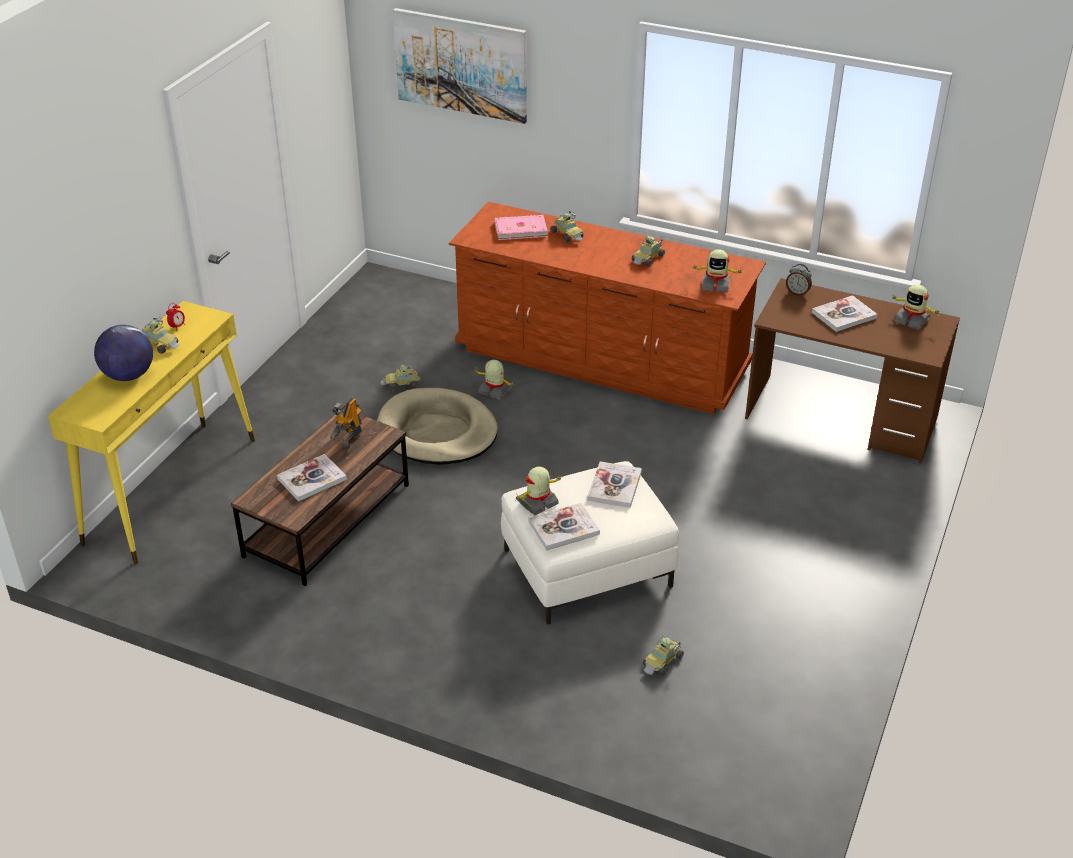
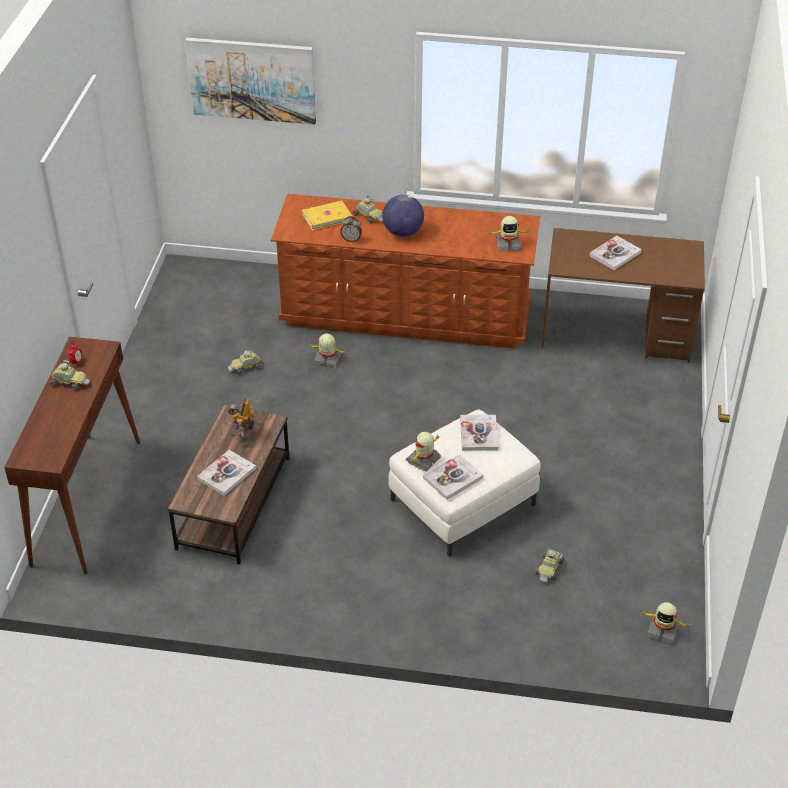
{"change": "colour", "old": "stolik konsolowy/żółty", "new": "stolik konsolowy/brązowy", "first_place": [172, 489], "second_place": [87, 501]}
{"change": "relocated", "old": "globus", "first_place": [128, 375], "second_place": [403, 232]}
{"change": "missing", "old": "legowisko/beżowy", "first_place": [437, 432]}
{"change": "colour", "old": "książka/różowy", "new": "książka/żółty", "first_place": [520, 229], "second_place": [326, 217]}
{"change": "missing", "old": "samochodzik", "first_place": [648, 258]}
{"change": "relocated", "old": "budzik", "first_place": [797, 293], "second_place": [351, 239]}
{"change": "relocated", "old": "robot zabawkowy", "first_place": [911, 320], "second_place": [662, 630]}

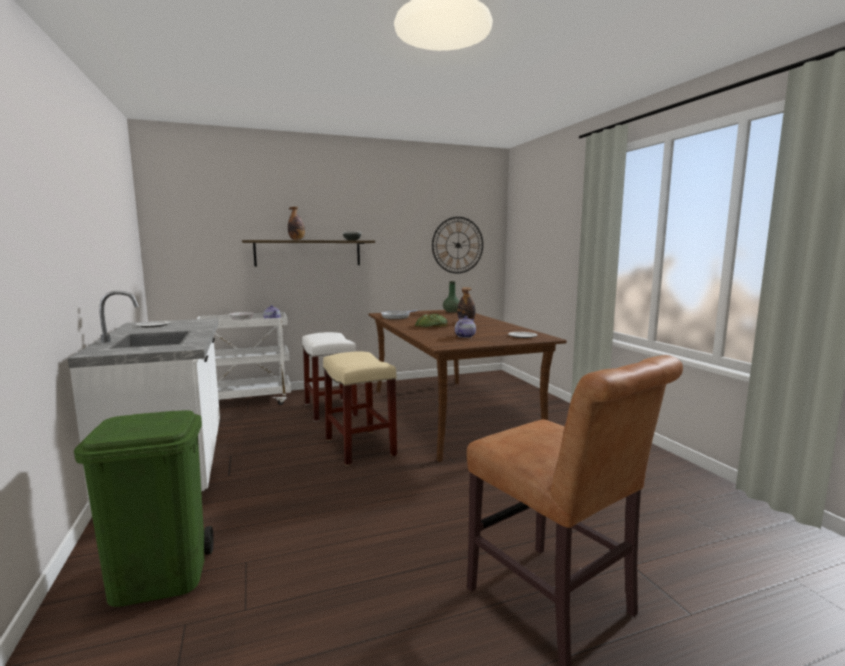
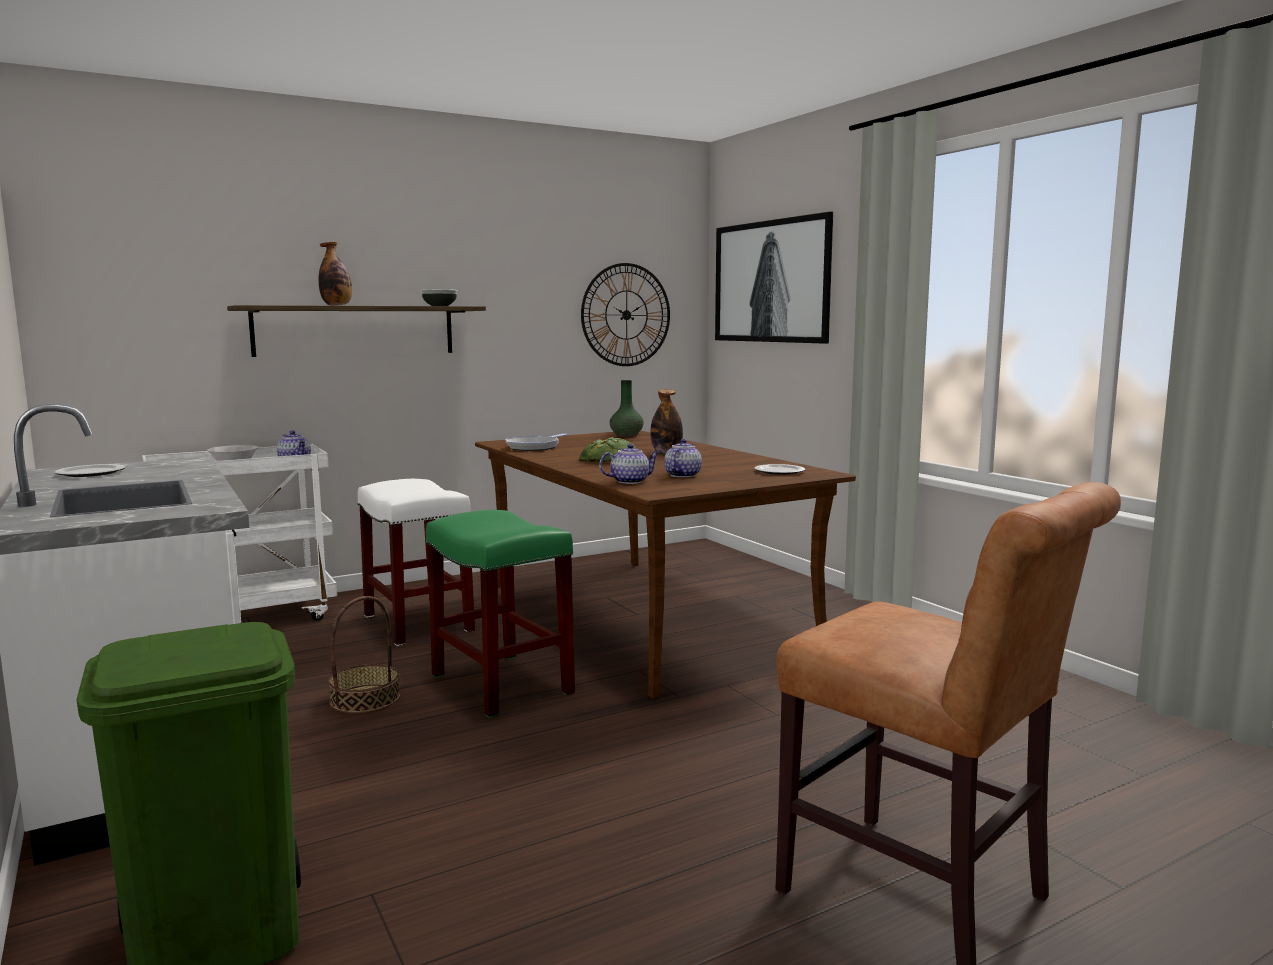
{"change": "colour", "old": "stołek/beżowy", "new": "stołek/zielony", "first_place": [359, 447], "second_place": [500, 684]}
{"change": "appeared", "new": "koszyk", "second_place": [365, 699]}
{"change": "appeared", "new": "imbryk", "second_place": [630, 481]}
{"change": "appeared", "new": "obraz", "second_place": [772, 281]}

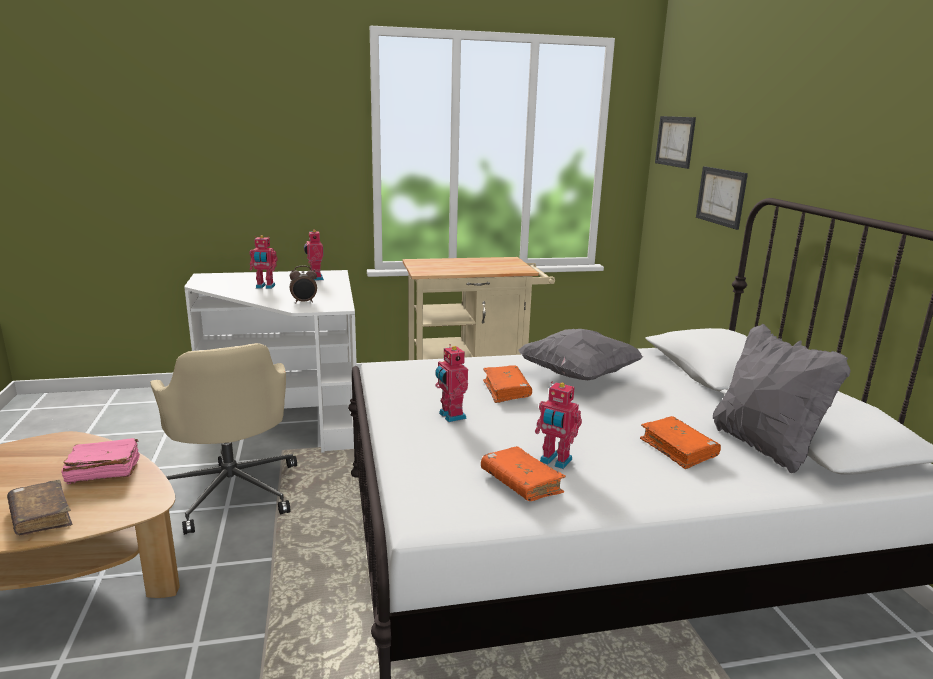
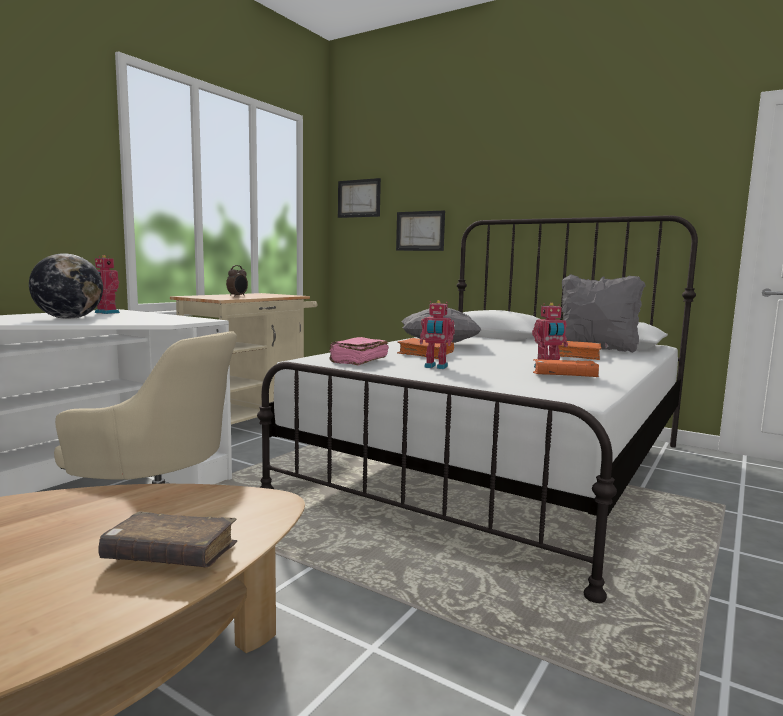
{"change": "relocated", "old": "książka/różowy", "first_place": [103, 472], "second_place": [358, 361]}
{"change": "exchanged", "old": "robot zabawkowy", "new": "globus", "first_place": [265, 287], "second_place": [68, 318]}
{"change": "relocated", "old": "budzik", "first_place": [304, 302], "second_place": [238, 296]}

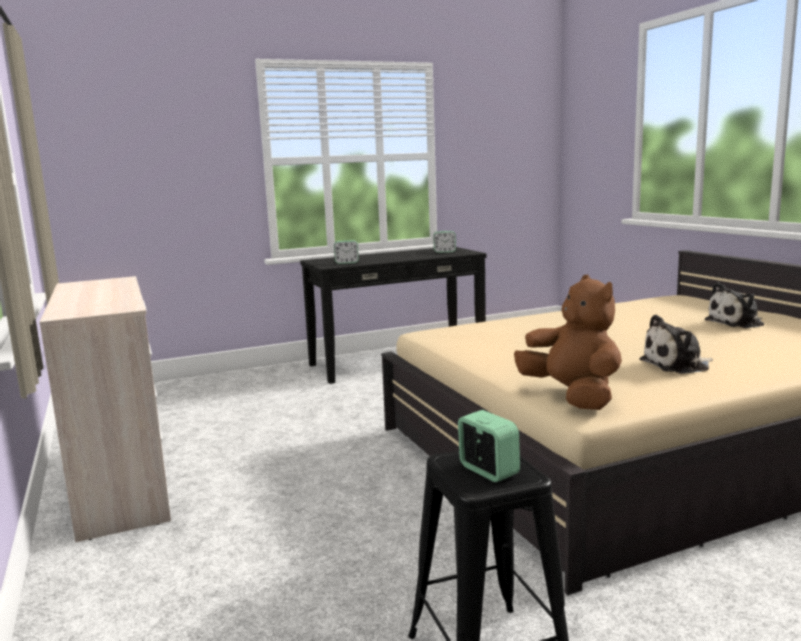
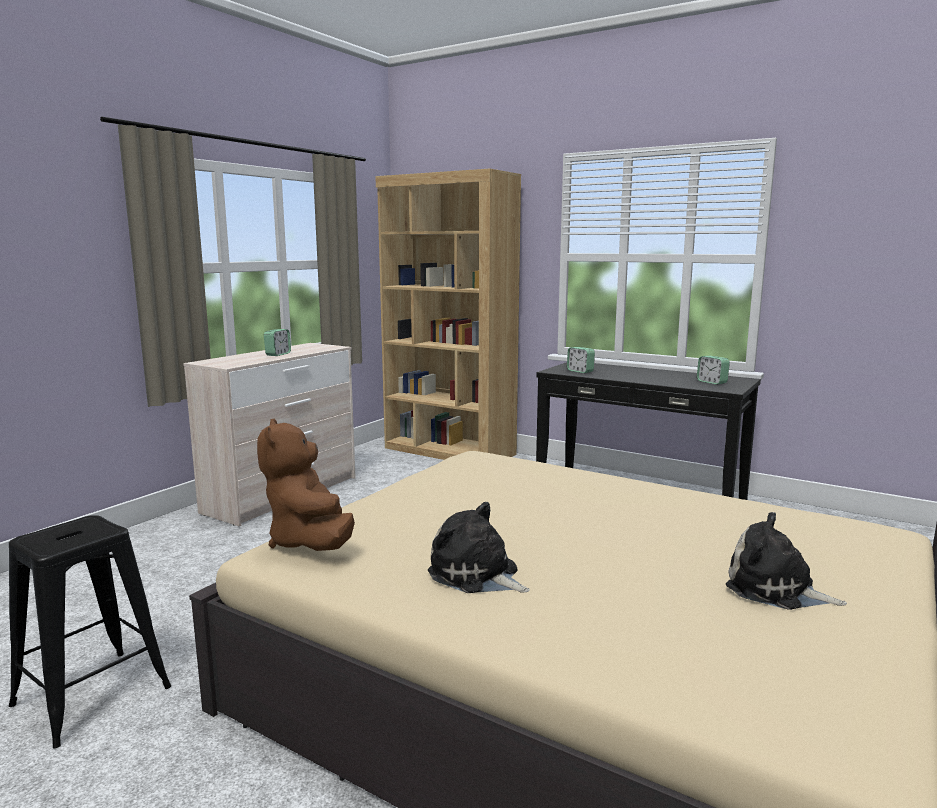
{"change": "relocated", "old": "budzik", "first_place": [488, 471], "second_place": [278, 354]}
{"change": "spun", "old": "pluszak/brązowy", "first_place": [572, 396], "second_place": [310, 542], "degrees": 135}
{"change": "appeared", "new": "regał/brązowy", "second_place": [449, 451]}

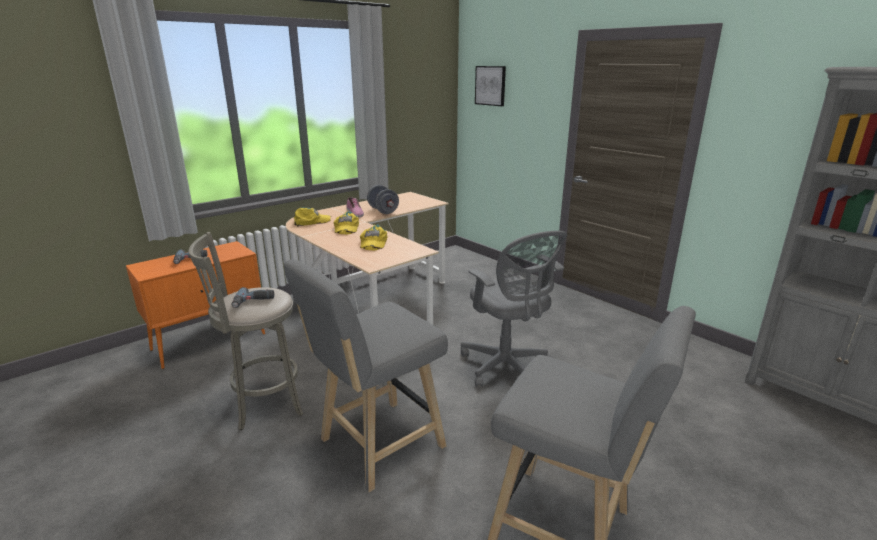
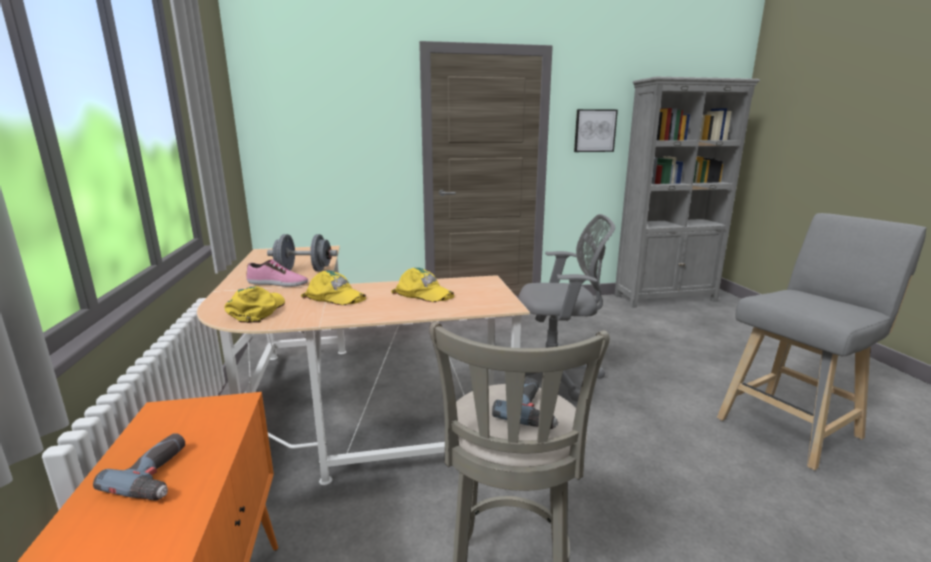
{"change": "missing", "old": "stołek/szary", "first_place": [376, 446]}
{"change": "relocated", "old": "obraz", "first_place": [490, 85], "second_place": [594, 130]}

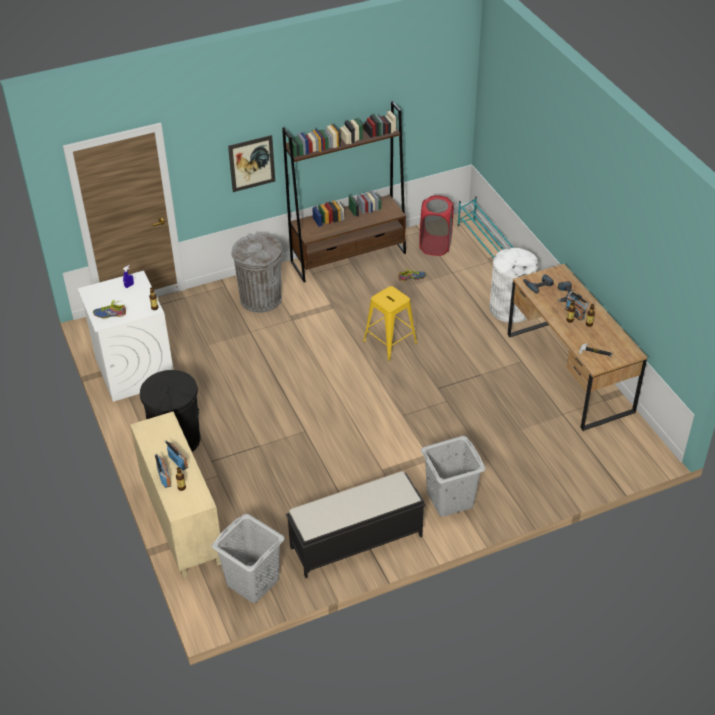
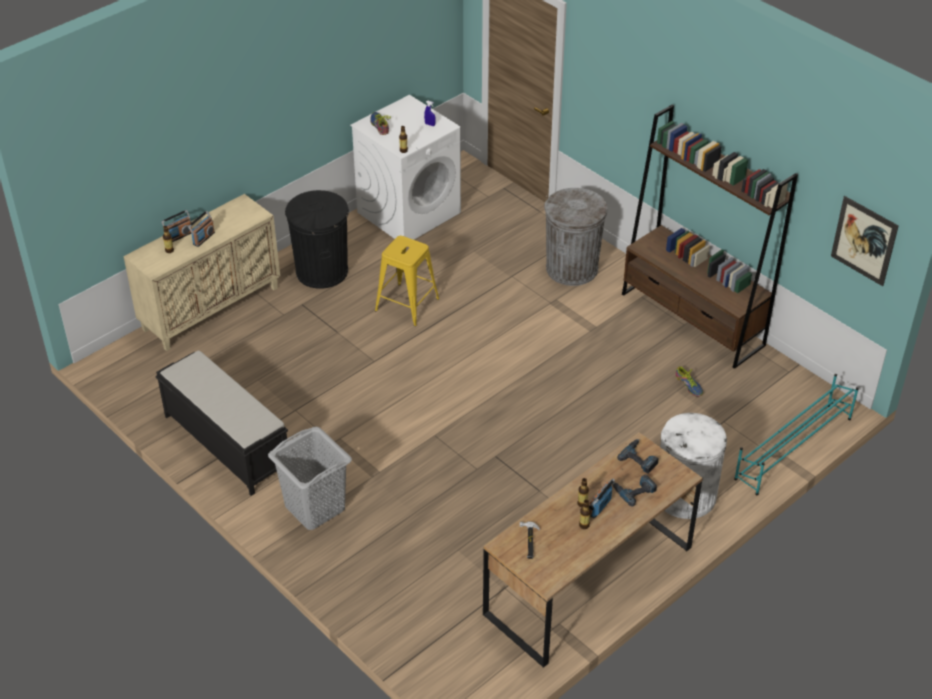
{"change": "missing", "old": "kosz na pranie/szary", "first_place": [252, 582]}
{"change": "relocated", "old": "obraz", "first_place": [252, 163], "second_place": [864, 241]}
{"change": "relocated", "old": "stołek/żółty", "first_place": [390, 342], "second_place": [407, 305]}
{"change": "missing", "old": "kosz na pranie/czerwony", "first_place": [435, 246]}

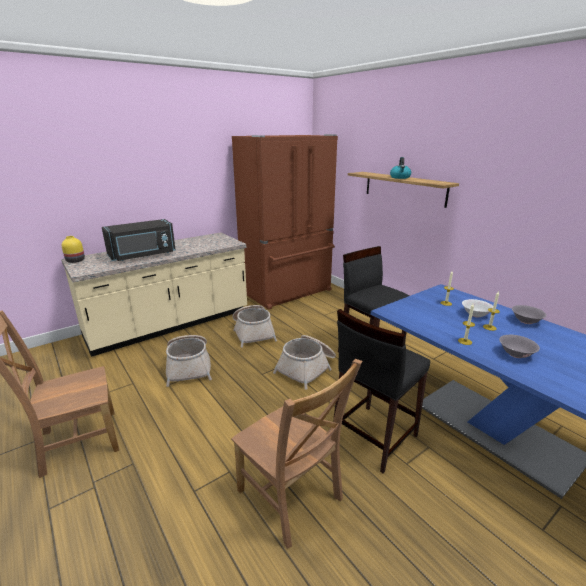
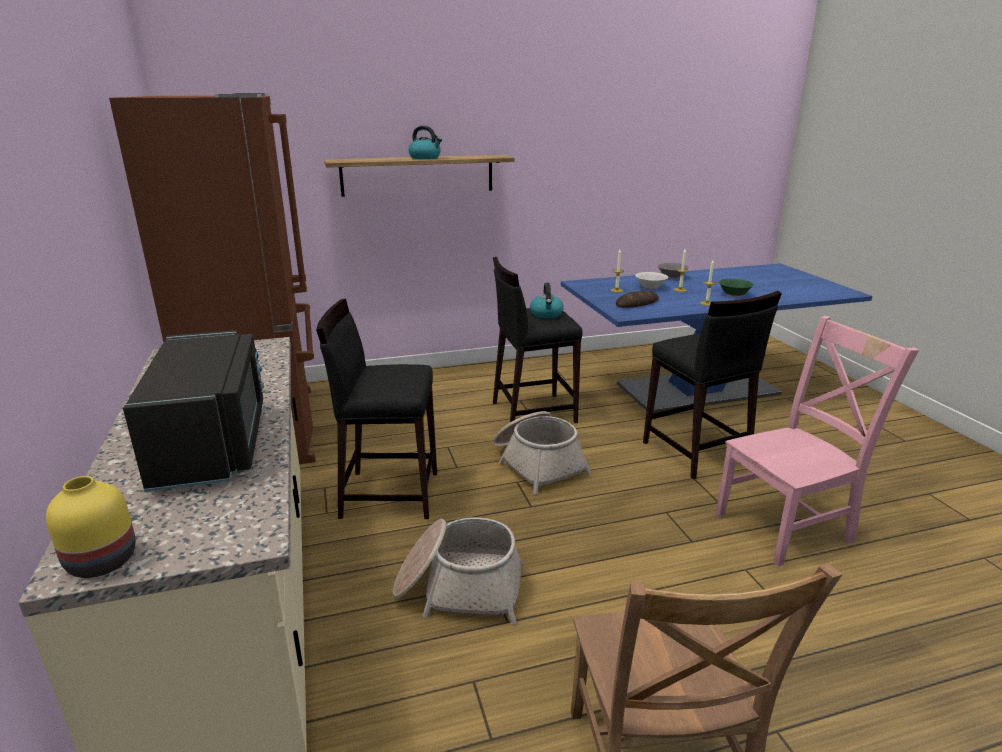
{"change": "colour", "old": "krzesło/brązowy", "new": "krzesło/różowy", "first_place": [291, 498], "second_place": [787, 526]}
{"change": "exchanged", "old": "koszyk", "new": "stołek/czarny", "first_place": [253, 332], "second_place": [389, 493]}
{"change": "colour", "old": "miska/szary", "new": "miska/zielony", "first_place": [516, 354], "second_place": [734, 295]}
{"change": "appeared", "new": "czajnik", "second_place": [546, 314]}
{"change": "appeared", "new": "chleb", "second_place": [637, 303]}

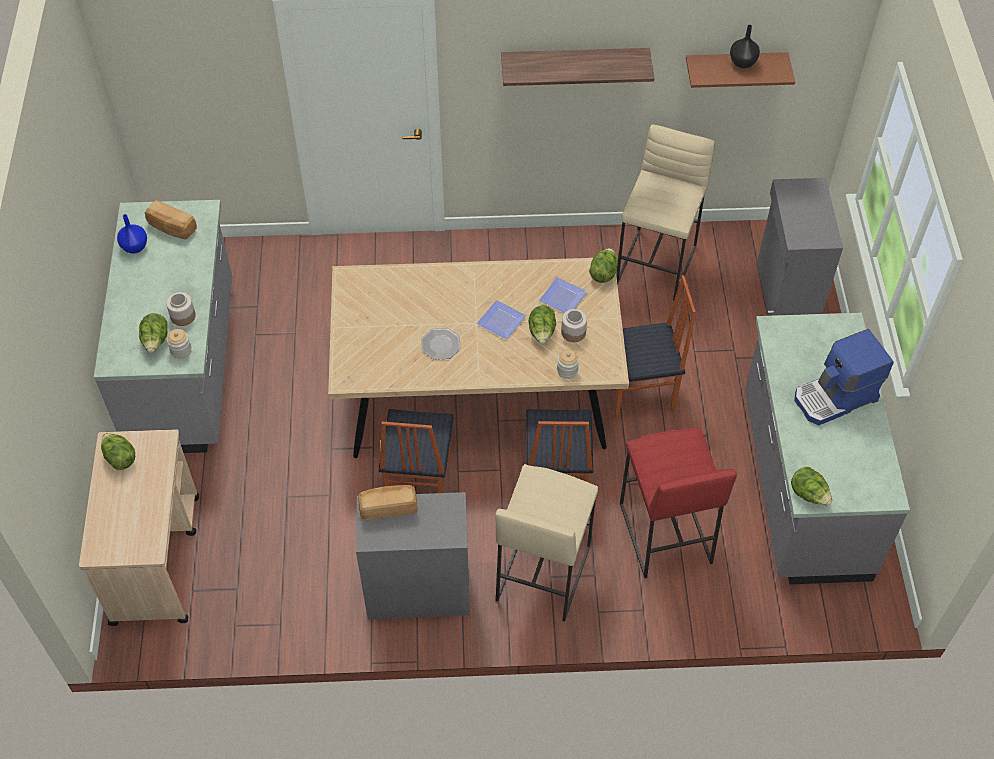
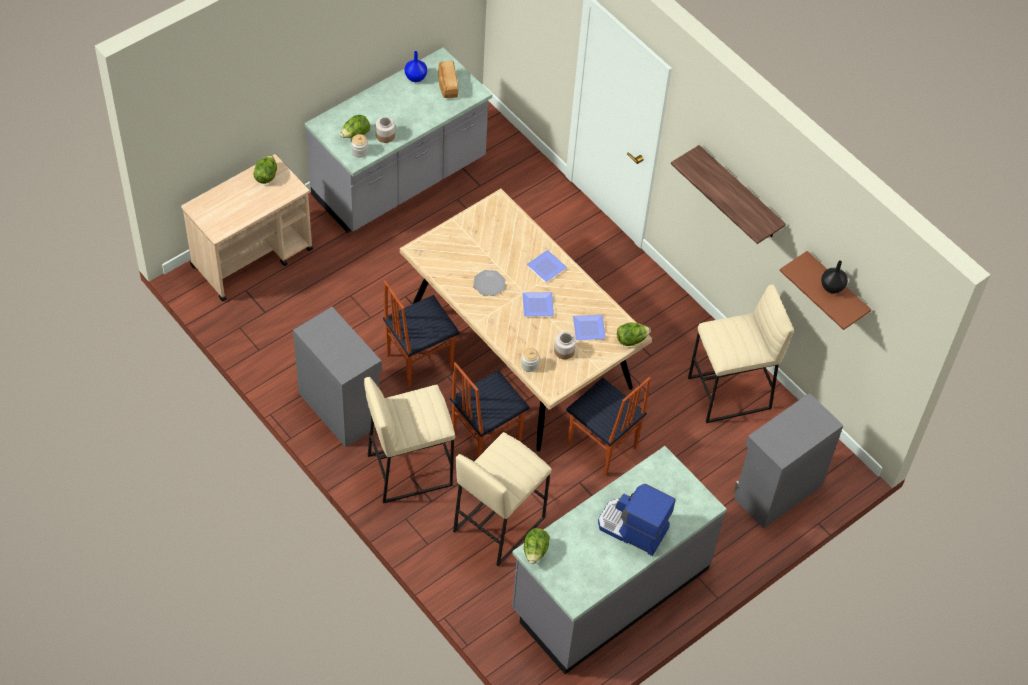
{"change": "missing", "old": "chleb", "first_place": [388, 507]}
{"change": "missing", "old": "sałata", "first_place": [542, 332]}
{"change": "colour", "old": "stołek/czerwony", "new": "stołek/beżowy", "first_place": [664, 533], "second_place": [498, 524]}
{"change": "appeared", "new": "talerz", "second_place": [545, 267]}

